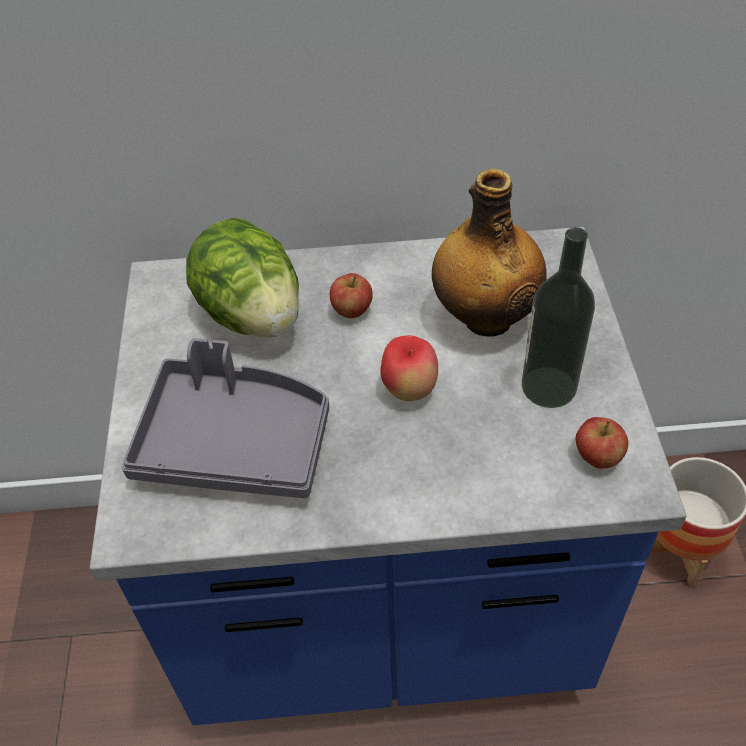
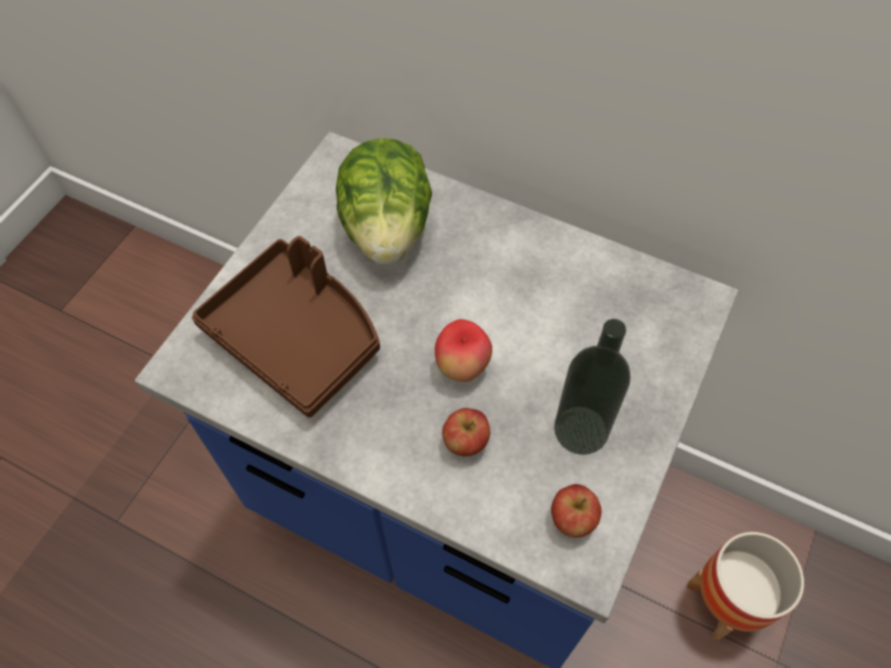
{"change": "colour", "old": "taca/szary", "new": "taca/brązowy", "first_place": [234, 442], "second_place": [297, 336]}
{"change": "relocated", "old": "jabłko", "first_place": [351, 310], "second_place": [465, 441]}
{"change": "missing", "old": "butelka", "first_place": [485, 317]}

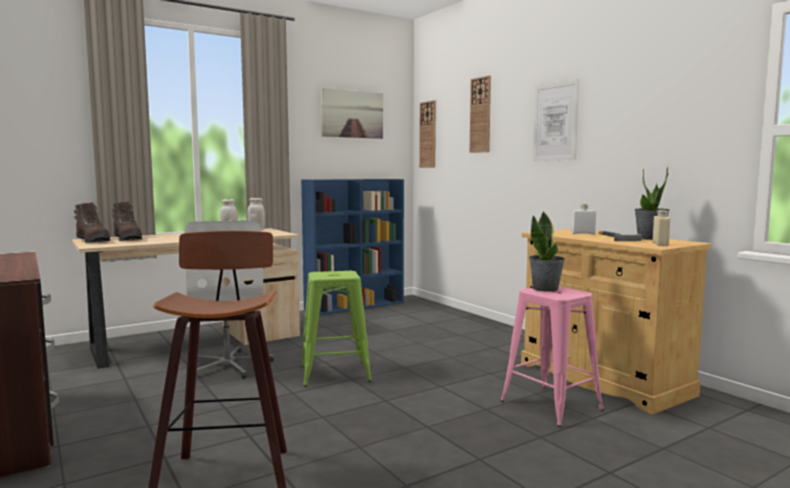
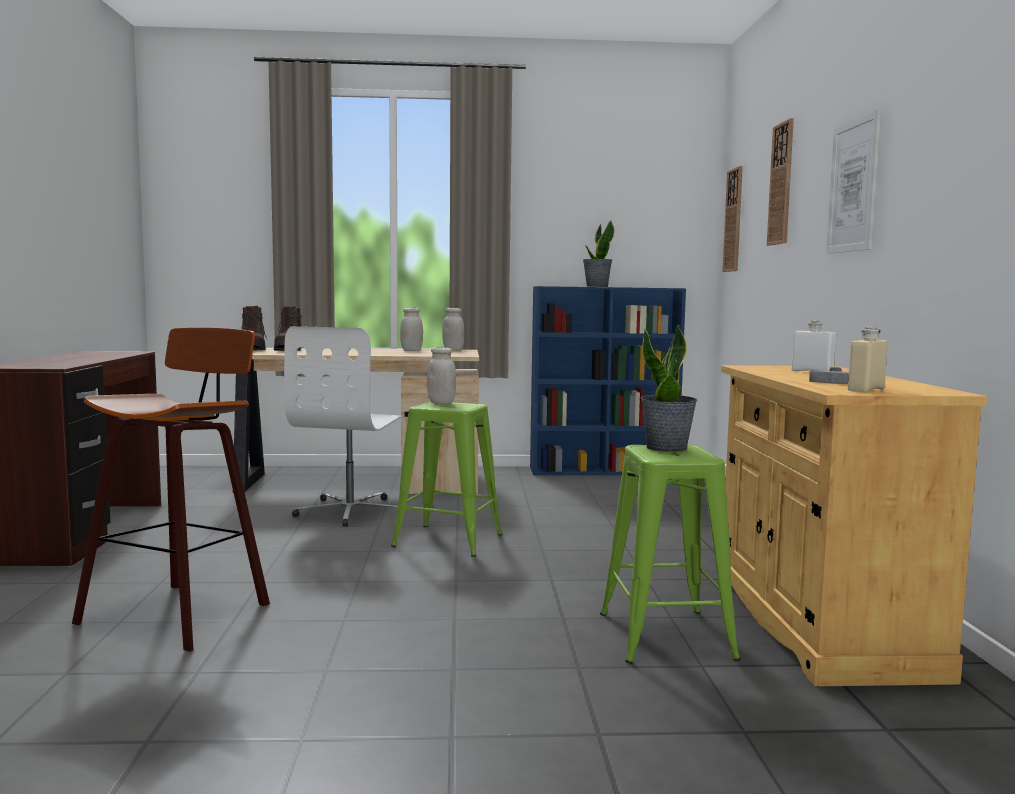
{"change": "missing", "old": "obraz", "first_place": [352, 114]}
{"change": "colour", "old": "stołek/różowy", "new": "stołek/zielony", "first_place": [550, 405], "second_place": [665, 635]}
{"change": "relocated", "old": "roślina doniczkowa", "first_place": [650, 238], "second_place": [596, 286]}
{"change": "appeared", "new": "słoik/biały", "second_place": [441, 403]}

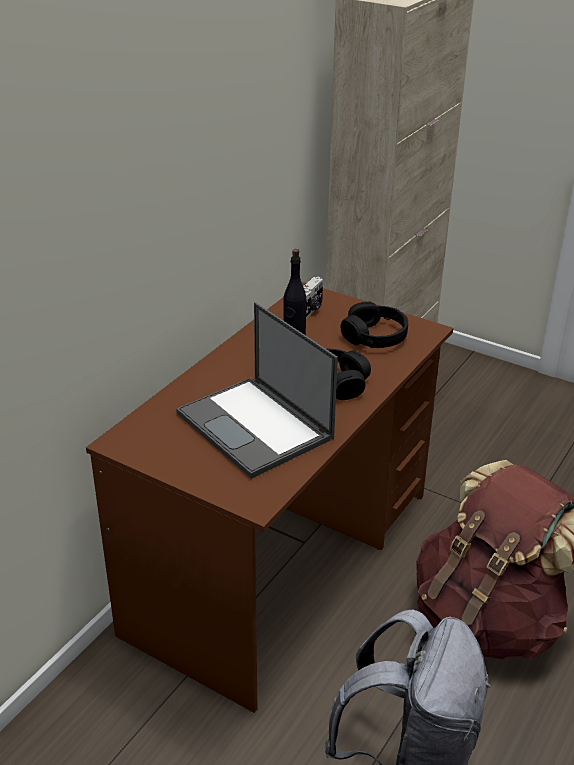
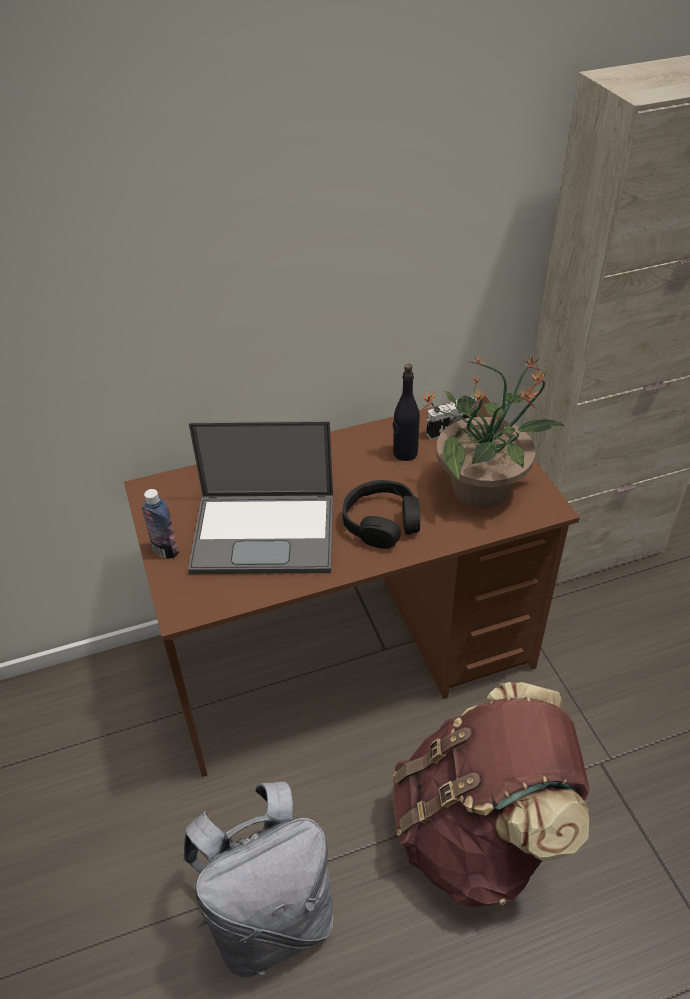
{"change": "spun", "old": "laptop", "first_place": [256, 426], "second_place": [266, 532], "degrees": -90}
{"change": "exchanged", "old": "słuchawki/czarny", "new": "roślina doniczkowa", "first_place": [374, 336], "second_place": [483, 488]}
{"change": "appeared", "new": "butelka", "second_place": [165, 550]}

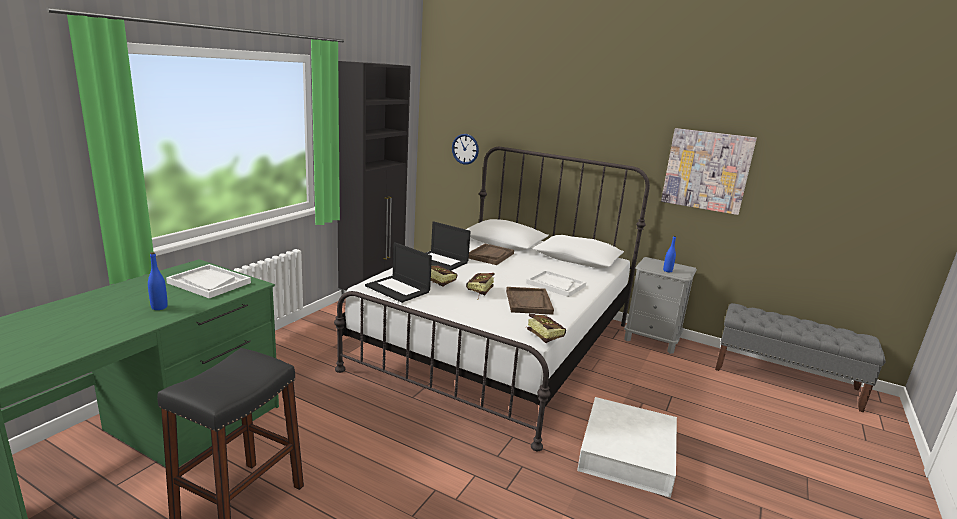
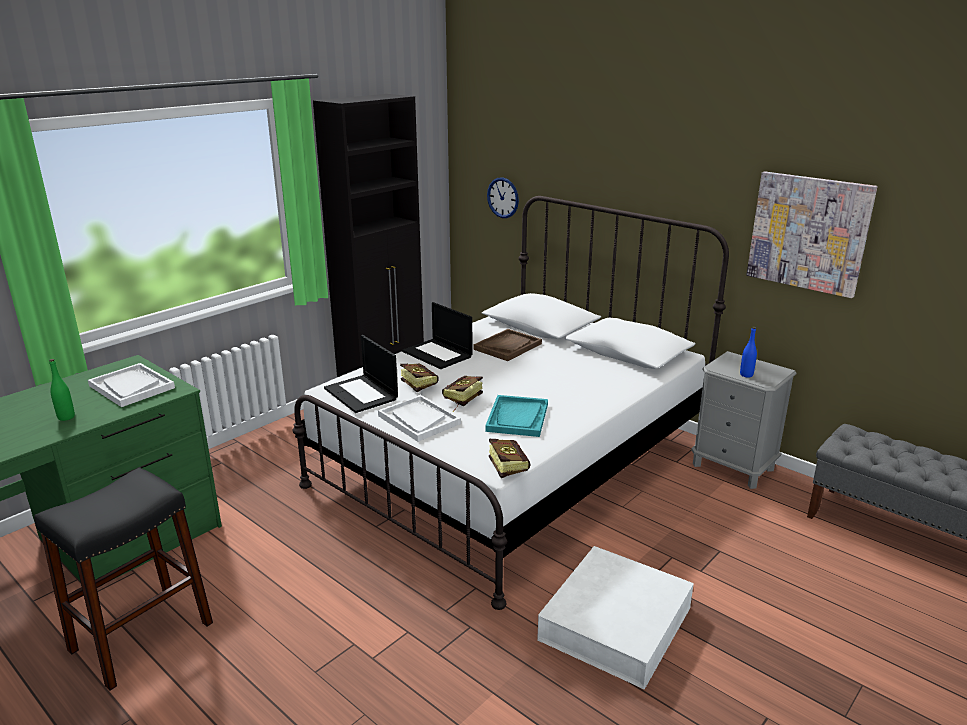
{"change": "colour", "old": "butelka/niebieski", "new": "butelka/zielony", "first_place": [159, 307], "second_place": [66, 417]}
{"change": "colour", "old": "taca/brązowy", "new": "taca/turkusowy", "first_place": [529, 302], "second_place": [517, 418]}
{"change": "relocated", "old": "taca/biały", "first_place": [555, 285], "second_place": [418, 420]}

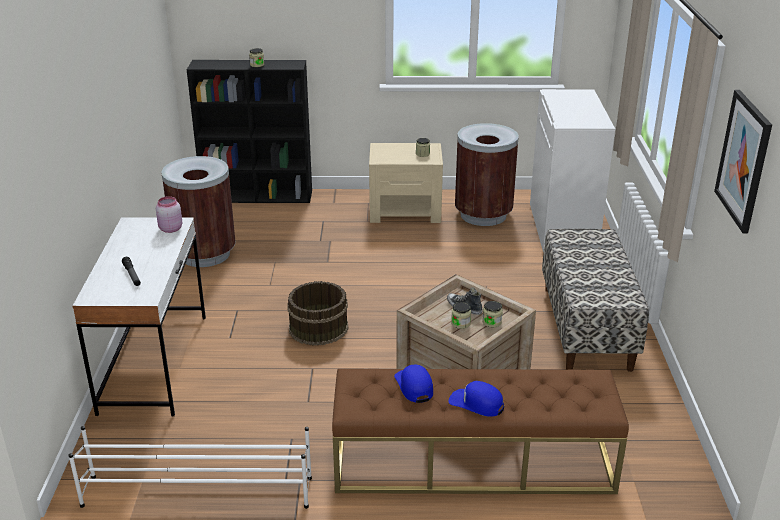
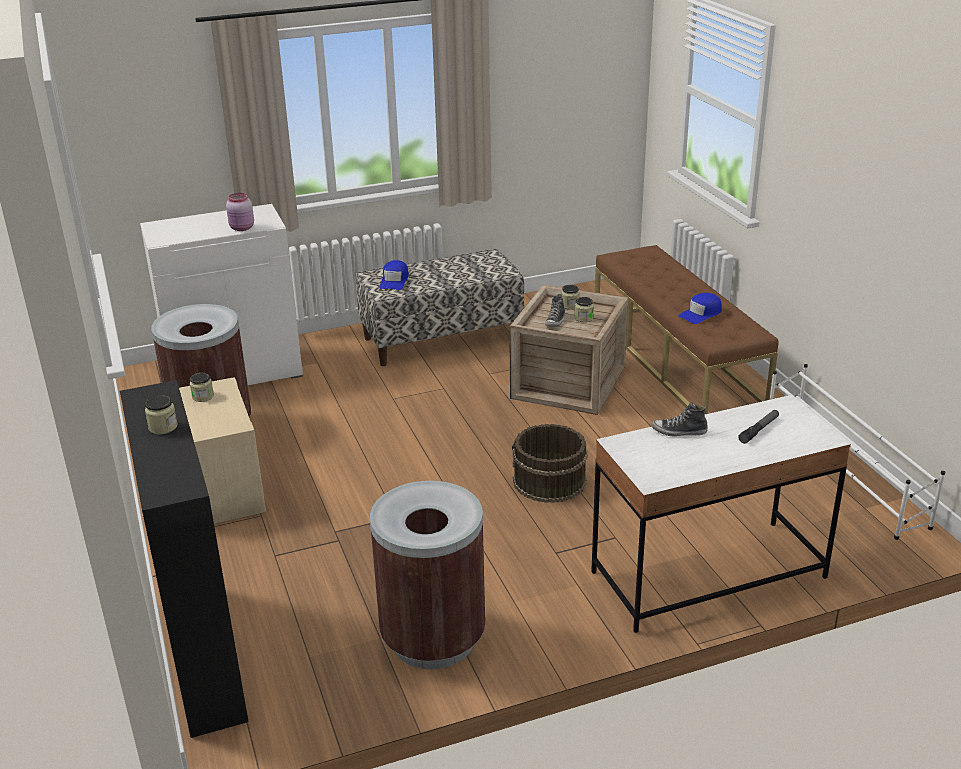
{"change": "relocated", "old": "słoik/różowy", "first_place": [170, 229], "second_place": [242, 228]}
{"change": "relocated", "old": "czapka z daszkiem/niebieski", "first_place": [476, 403], "second_place": [394, 281]}
{"change": "missing", "old": "obraz", "first_place": [744, 160]}
{"change": "appeared", "new": "but", "second_place": [679, 432]}

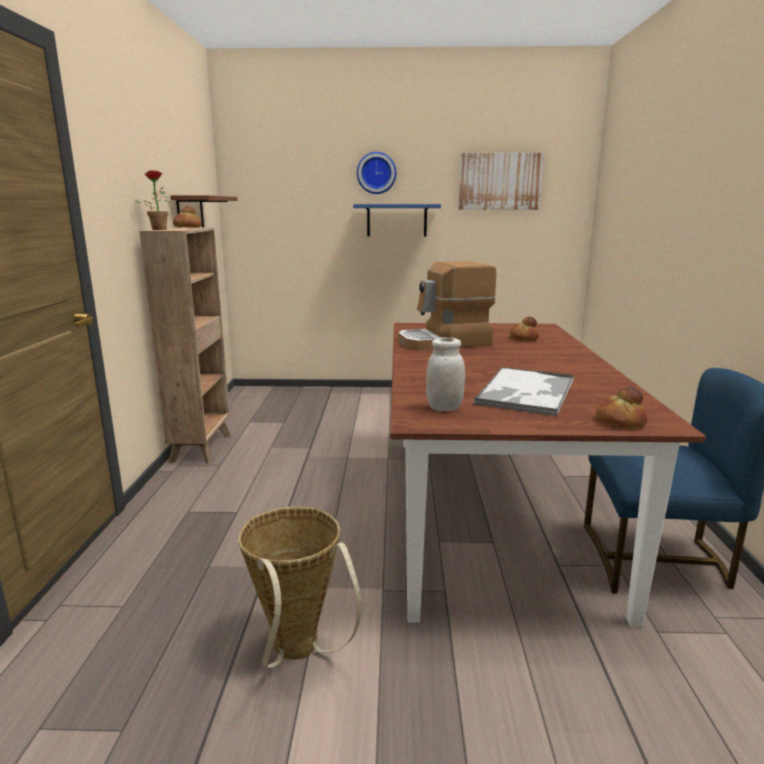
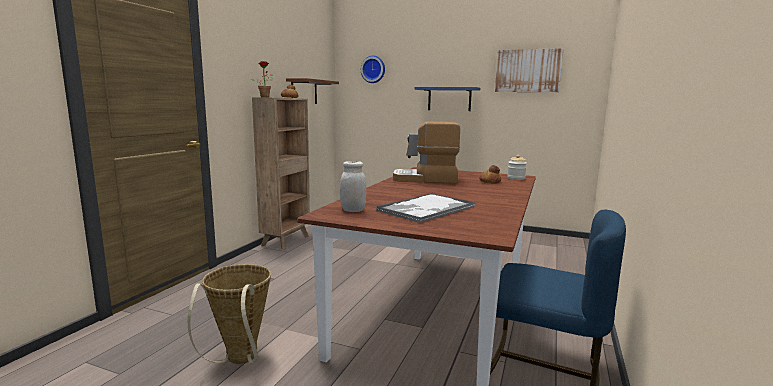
{"change": "relocated", "old": "zegar ścienny", "first_place": [376, 173], "second_place": [373, 69]}
{"change": "missing", "old": "chleb", "first_place": [620, 421]}
{"change": "appeared", "new": "słoik", "second_place": [516, 178]}

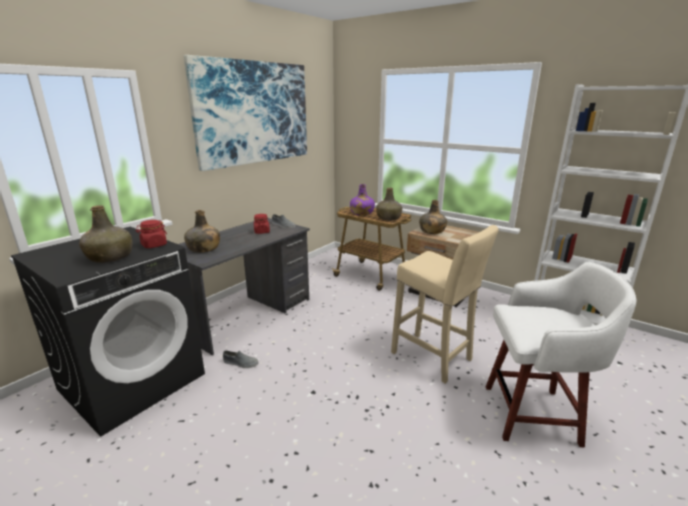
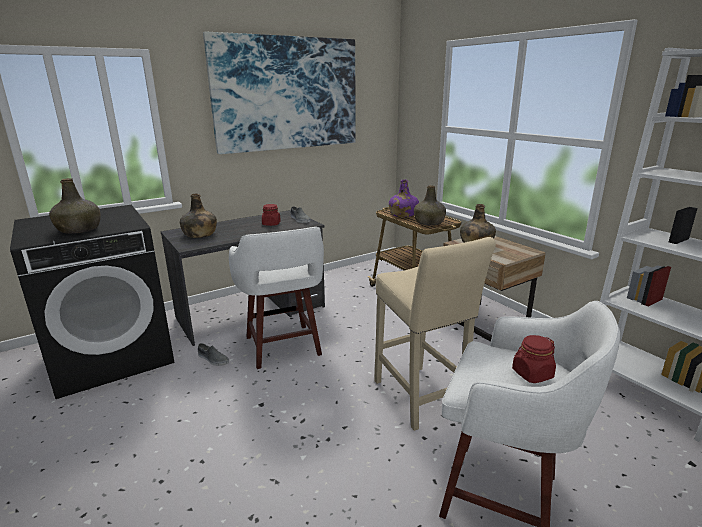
{"change": "relocated", "old": "słoik/czerwony", "first_place": [154, 245], "second_place": [532, 374]}
{"change": "appeared", "new": "stołek/biały", "second_place": [283, 347]}

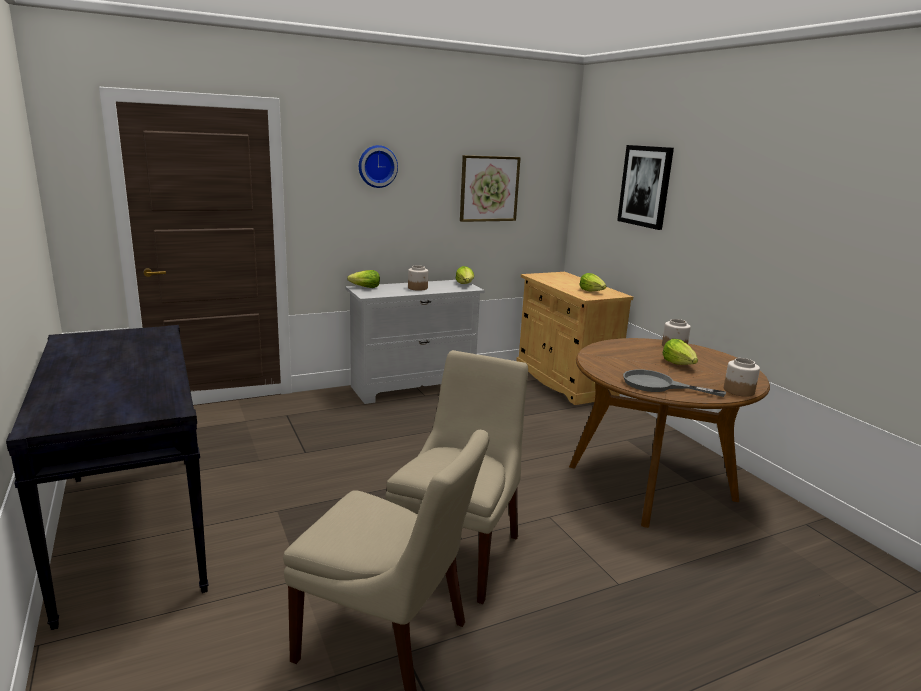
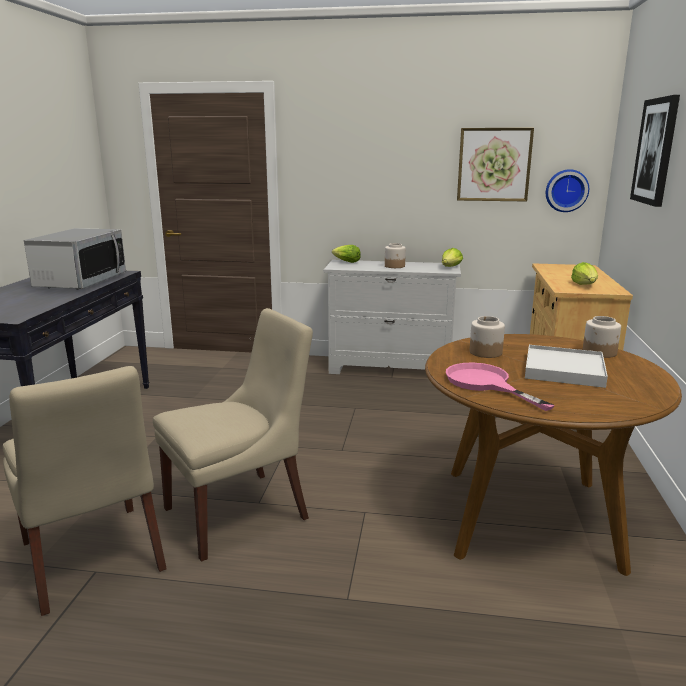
{"change": "relocated", "old": "zegar ścienny", "first_place": [377, 166], "second_place": [566, 190]}
{"change": "colour", "old": "patelnia/szary", "new": "patelnia/różowy", "first_place": [657, 385], "second_place": [485, 384]}
{"change": "exchanged", "old": "sałata", "new": "taca/biały", "first_place": [679, 364], "second_place": [564, 370]}
{"change": "relocated", "old": "słoik", "first_place": [738, 390], "second_place": [485, 352]}
{"change": "appeared", "new": "mikrofalówka", "second_place": [81, 281]}

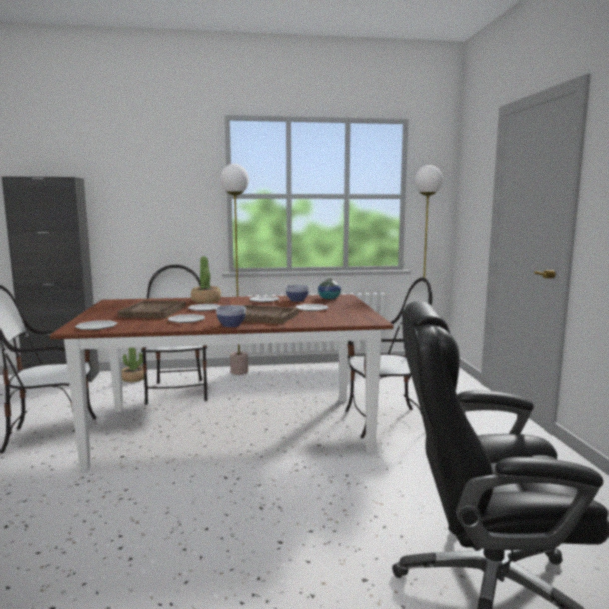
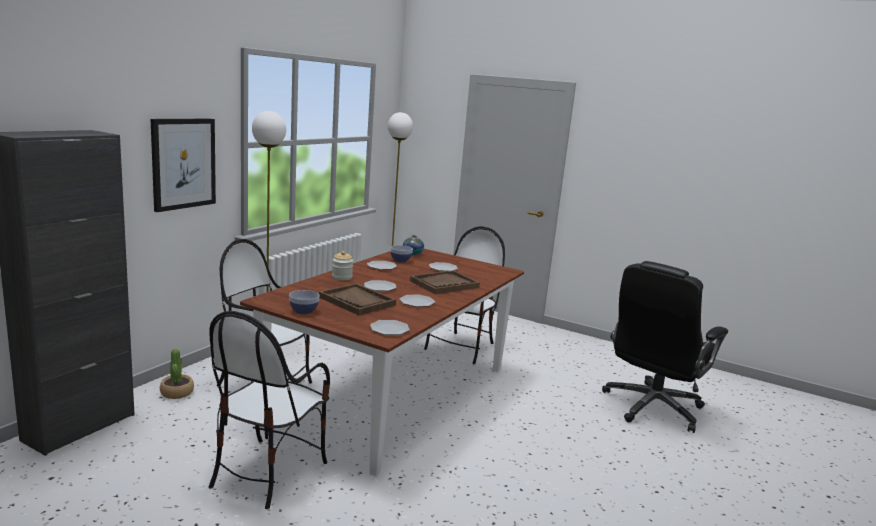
{"change": "exchanged", "old": "roślina doniczkowa", "new": "słoik", "first_place": [206, 300], "second_place": [342, 277]}
{"change": "relocated", "old": "miska", "first_place": [231, 325], "second_place": [304, 311]}
{"change": "appeared", "new": "obraz", "second_place": [183, 163]}

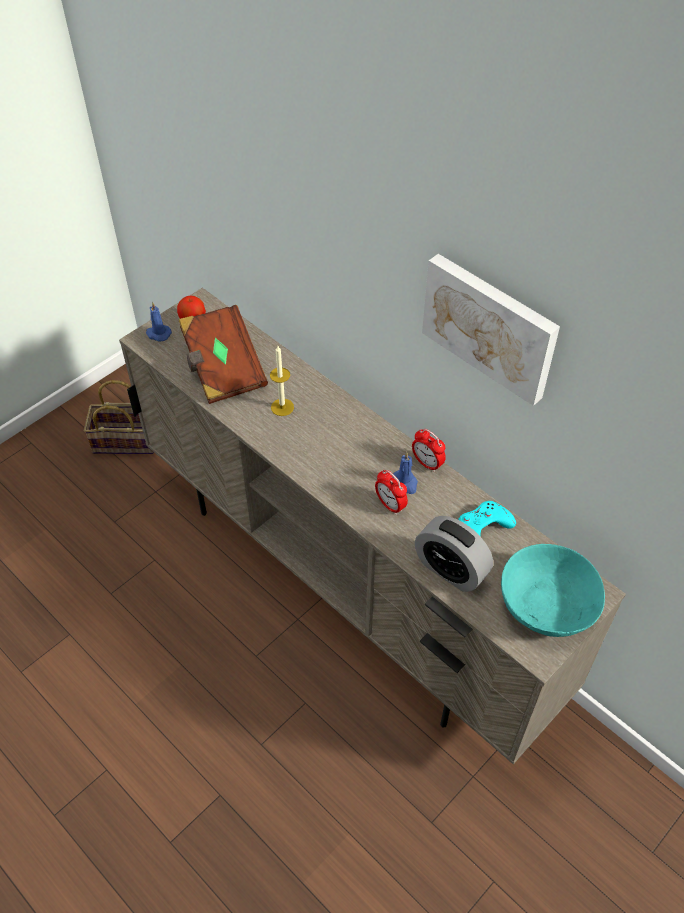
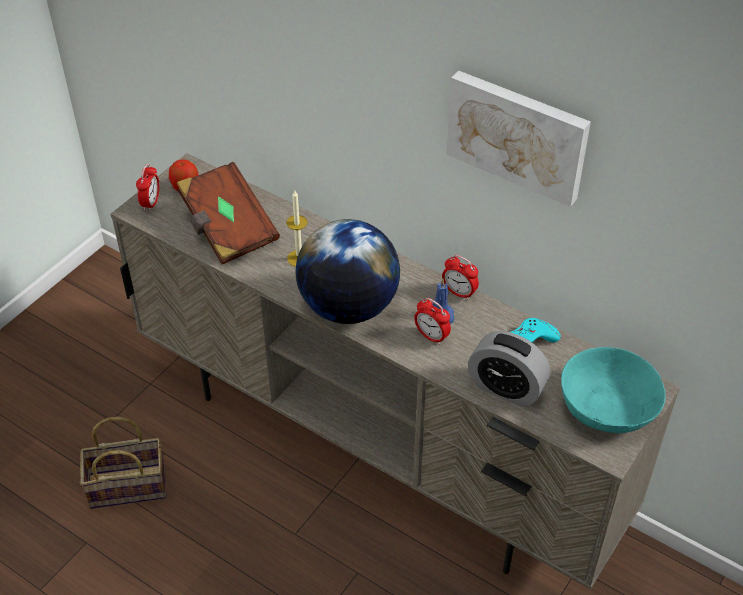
{"change": "relocated", "old": "koszyk", "first_place": [127, 440], "second_place": [130, 485]}
{"change": "exchanged", "old": "świeca/niebieski", "new": "budzik", "first_place": [158, 334], "second_place": [151, 203]}
{"change": "appeared", "new": "globus", "second_place": [348, 307]}

